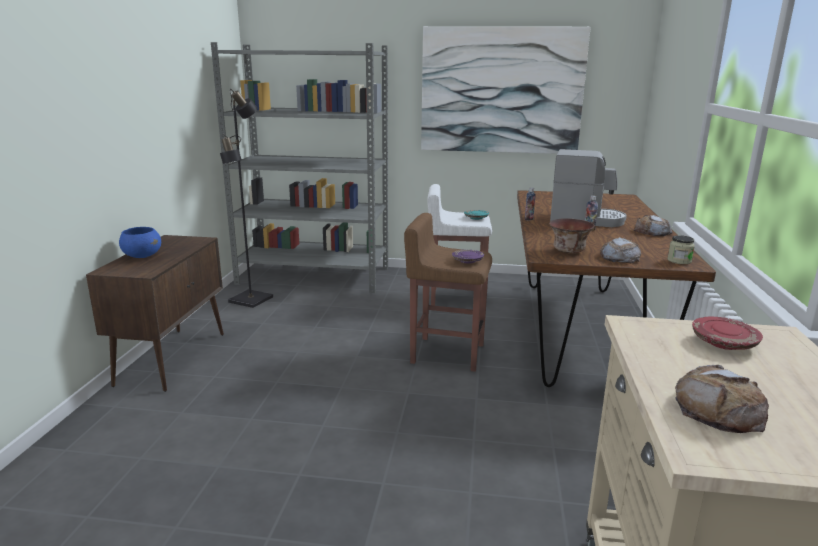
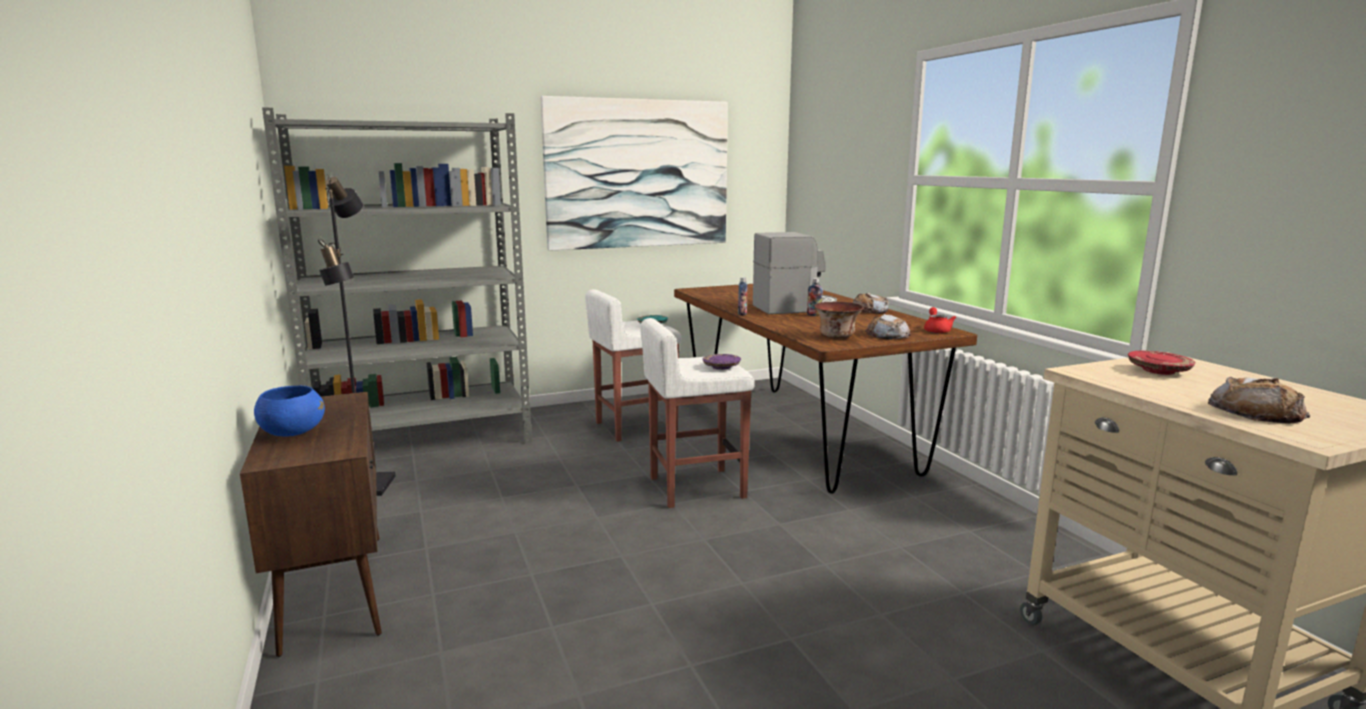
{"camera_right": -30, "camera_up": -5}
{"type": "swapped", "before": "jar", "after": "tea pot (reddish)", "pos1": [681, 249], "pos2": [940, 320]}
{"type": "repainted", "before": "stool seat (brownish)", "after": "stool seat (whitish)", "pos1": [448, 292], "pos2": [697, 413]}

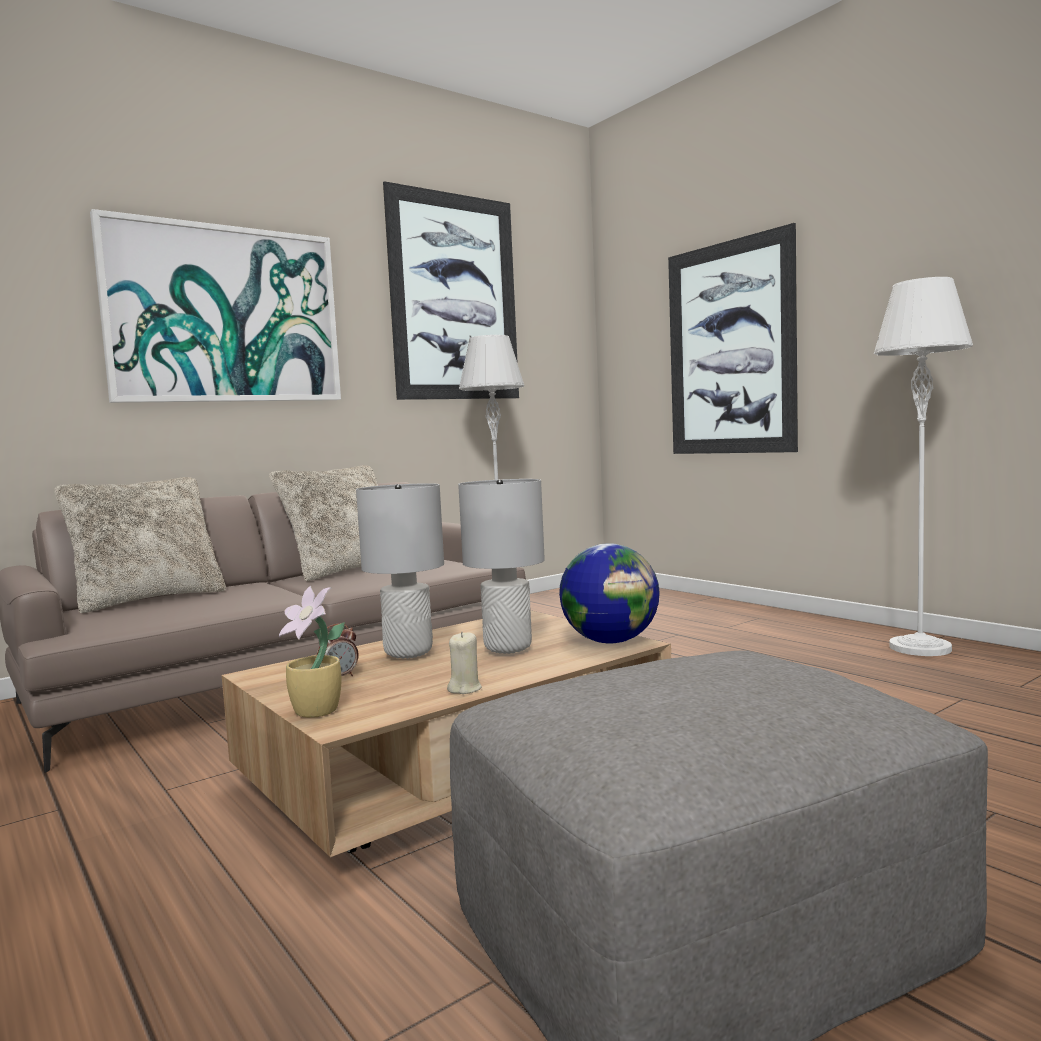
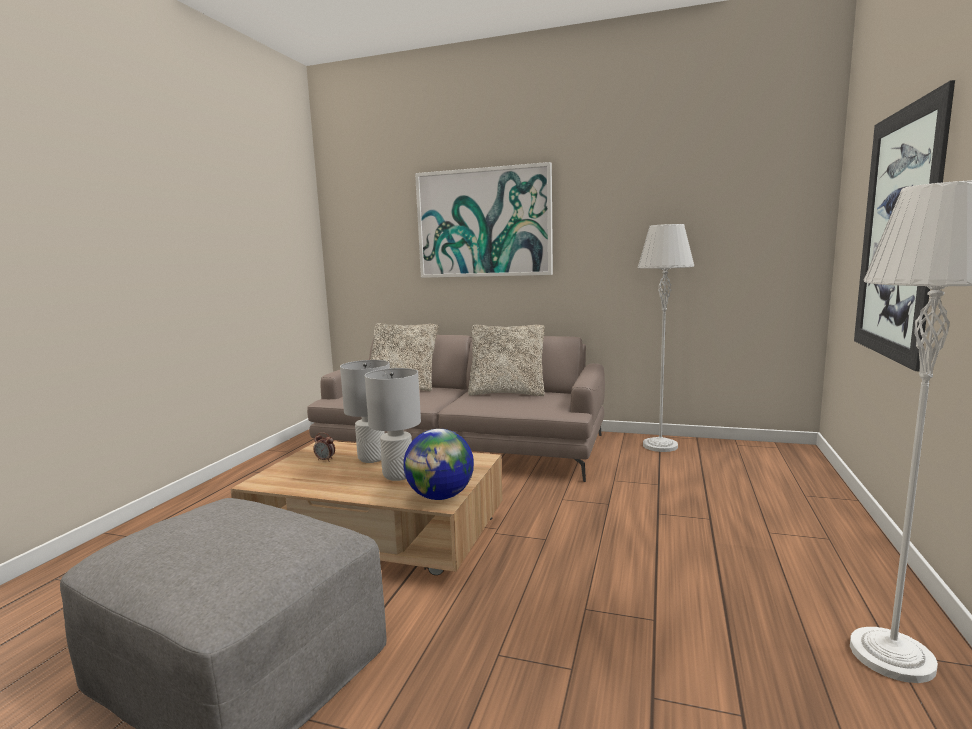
{"camera_right": 55, "camera_up": 5}
{"type": "gone", "before": "plant in a pot", "pos1": [312, 652]}
{"type": "gone", "before": "picture", "pos1": [451, 290]}
{"type": "gone", "before": "candle (beige)", "pos1": [464, 663]}

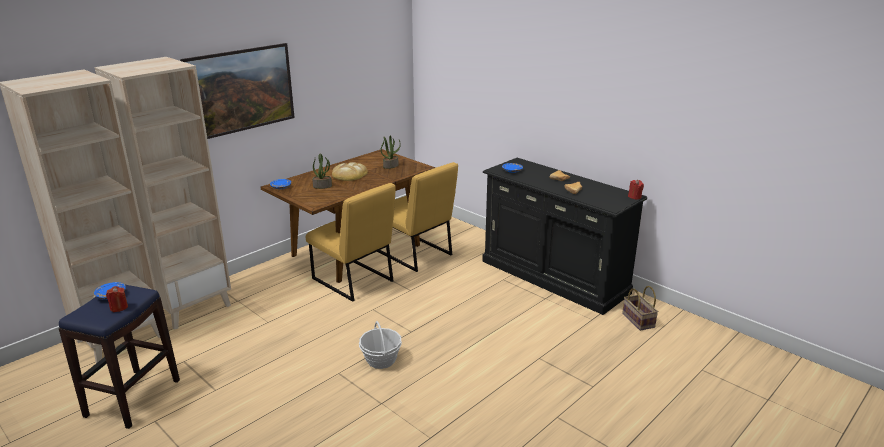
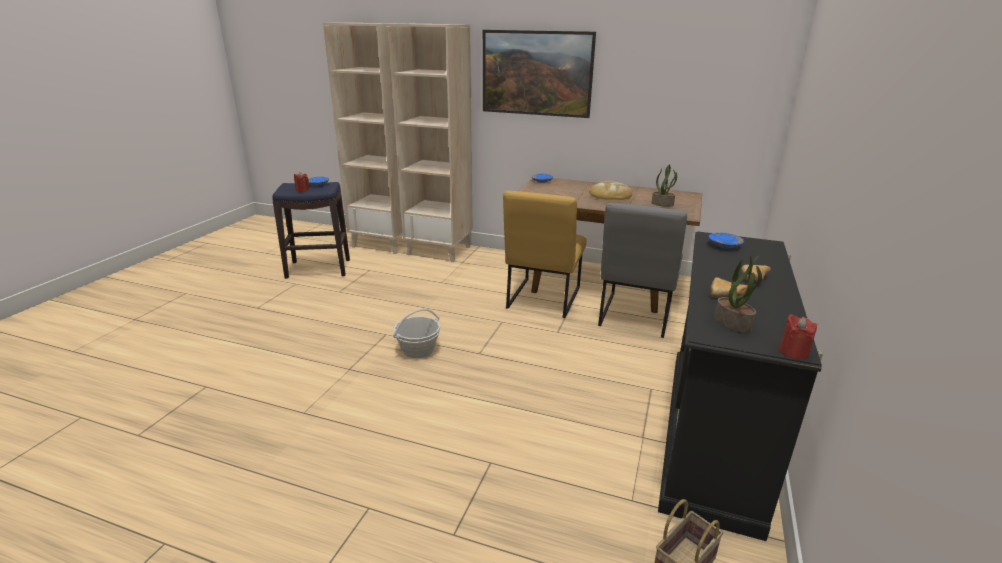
{"camera_right": 65, "camera_up": 0}
{"type": "shifted", "before": "plant in a pot", "pos1": [322, 171], "pos2": [738, 294]}
{"type": "repainted", "before": "plain chair (yellow-coloured)", "after": "plain chair (grey)", "pos1": [417, 217], "pos2": [642, 270]}

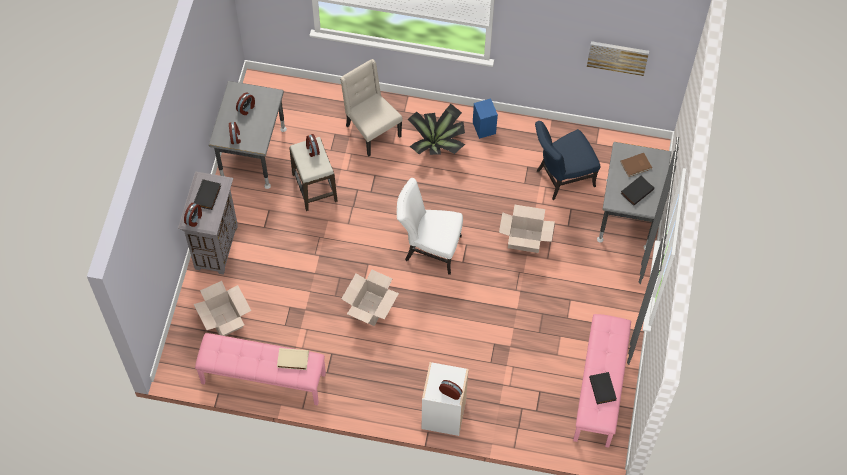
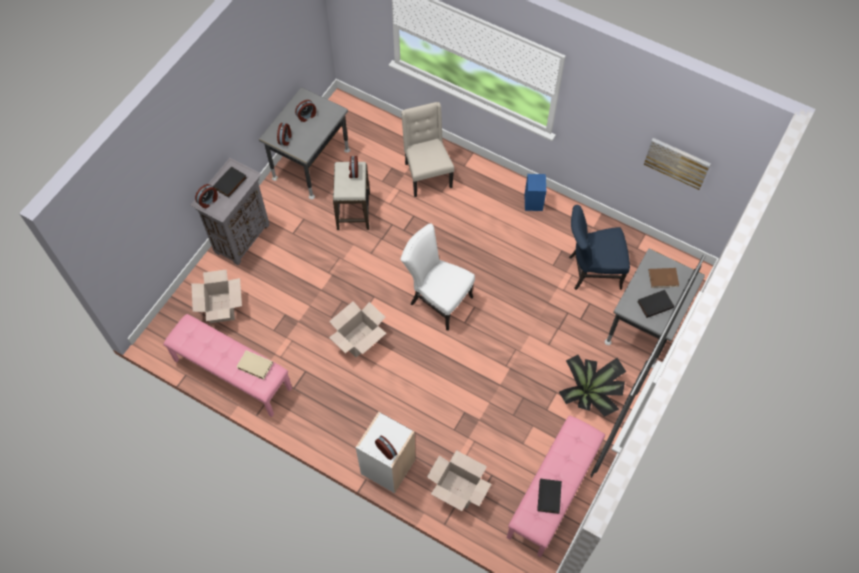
{"camera_right": 20, "camera_up": 0}
{"type": "shifted", "before": "plant in a pot", "pos1": [436, 129], "pos2": [592, 386]}
{"type": "shifted", "before": "packing box", "pos1": [527, 229], "pos2": [459, 480]}

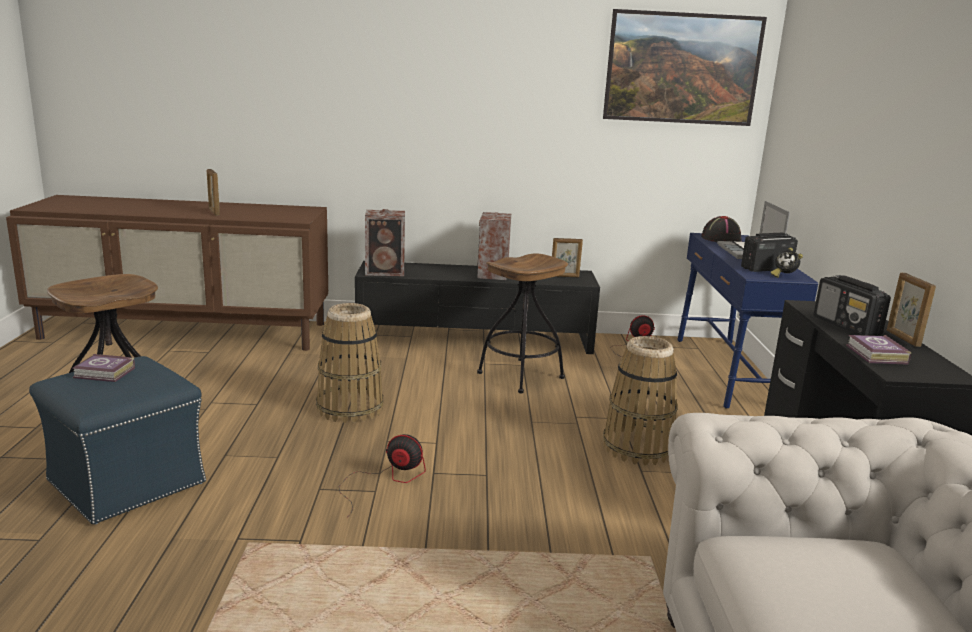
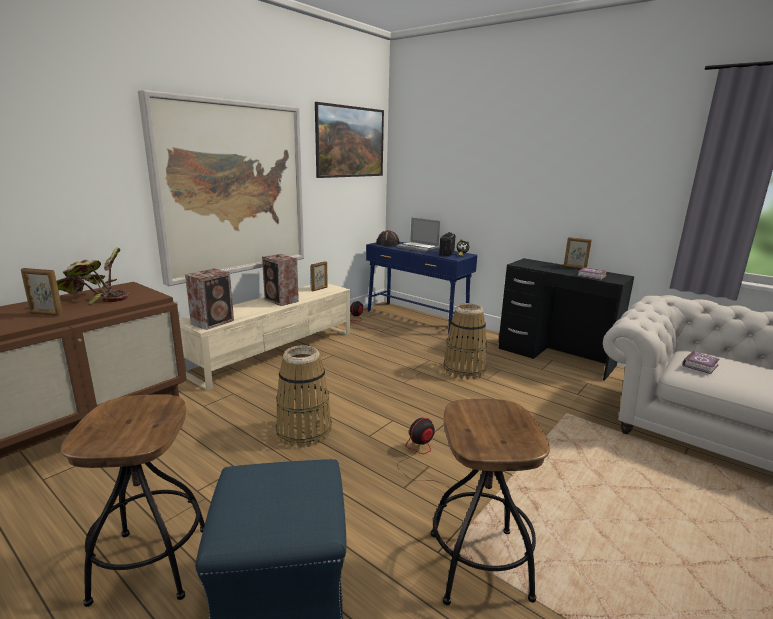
{"camera_right": -50, "camera_up": 0}
{"type": "gone", "before": "radio receiver", "pos1": [852, 305]}
{"type": "new", "after": "plant in a pot", "pos2": [93, 275]}
{"type": "new", "after": "picture", "pos2": [221, 188]}
{"type": "shifted", "before": "book", "pos1": [104, 368], "pos2": [701, 362]}
{"type": "shifted", "before": "stool seat (brownish)", "pos1": [522, 323], "pos2": [490, 502]}
{"type": "repainted", "before": "tv unit (black-coloured)", "after": "tv unit (beige)", "pos1": [477, 307], "pos2": [264, 337]}

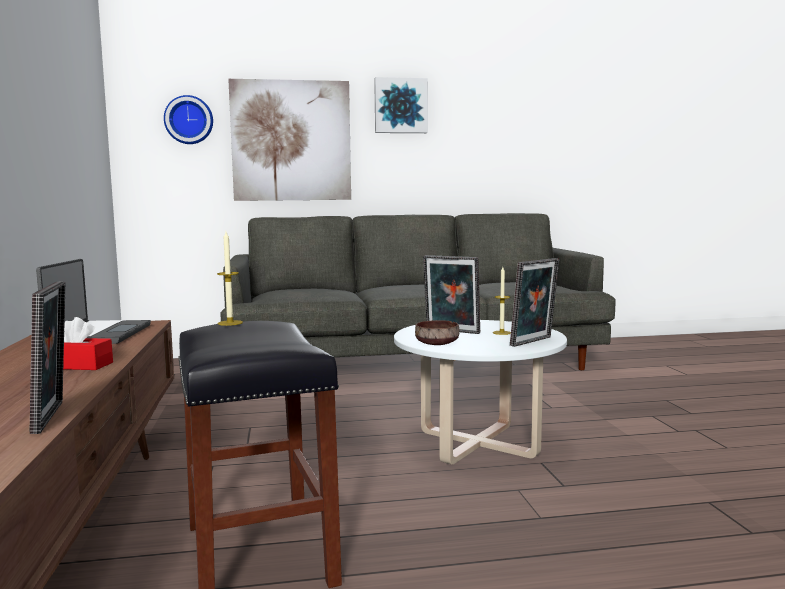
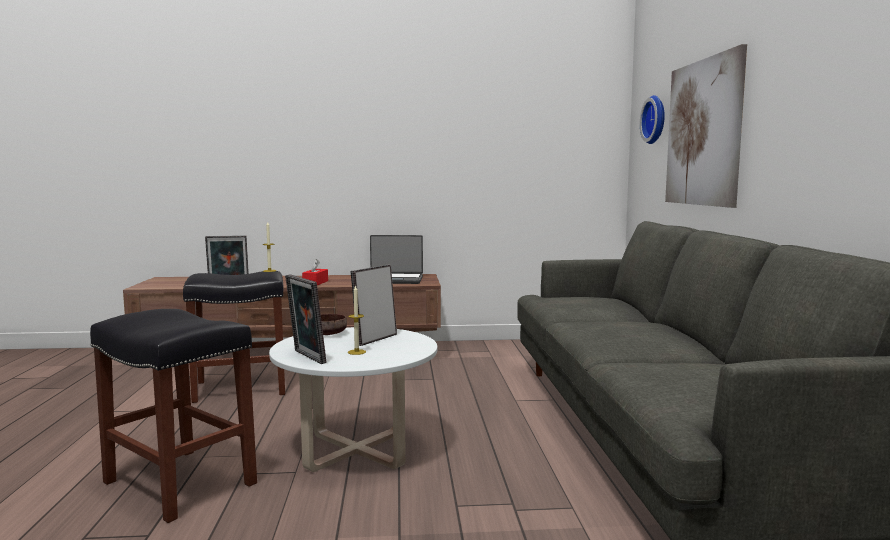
{"camera_right": 95, "camera_up": 0}
{"type": "gone", "before": "picture", "pos1": [401, 105]}
{"type": "new", "after": "stool seat (black-coloured)", "pos2": [173, 416]}

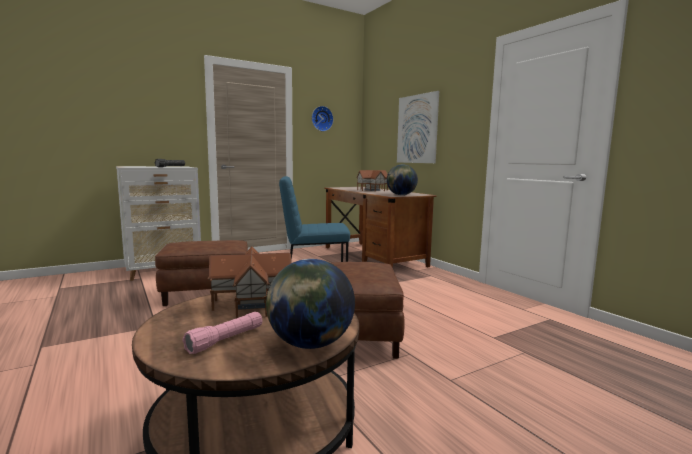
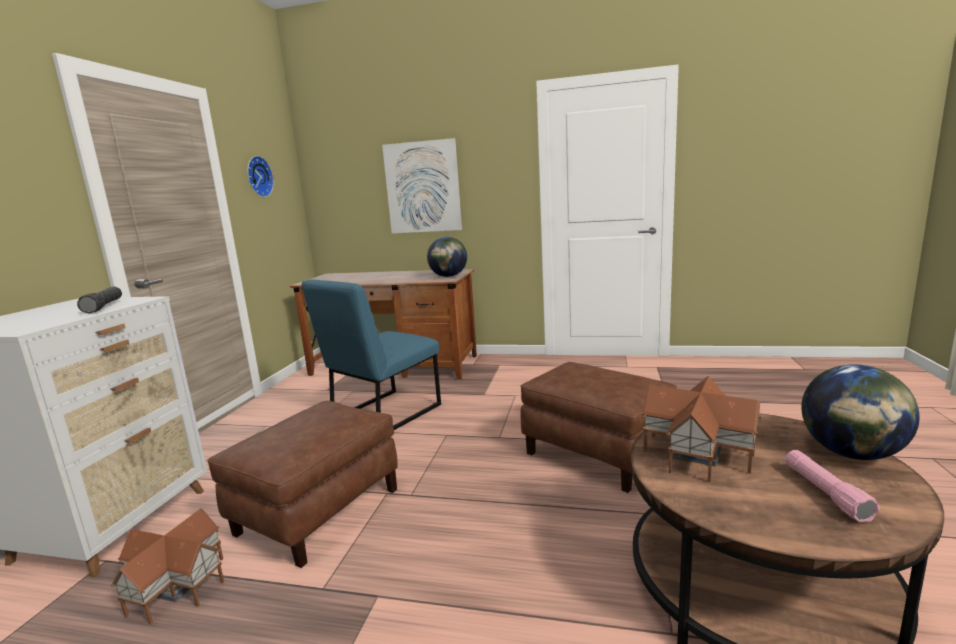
{"camera_right": -45, "camera_up": 5}
{"type": "shifted", "before": "model house", "pos1": [372, 181], "pos2": [167, 567]}

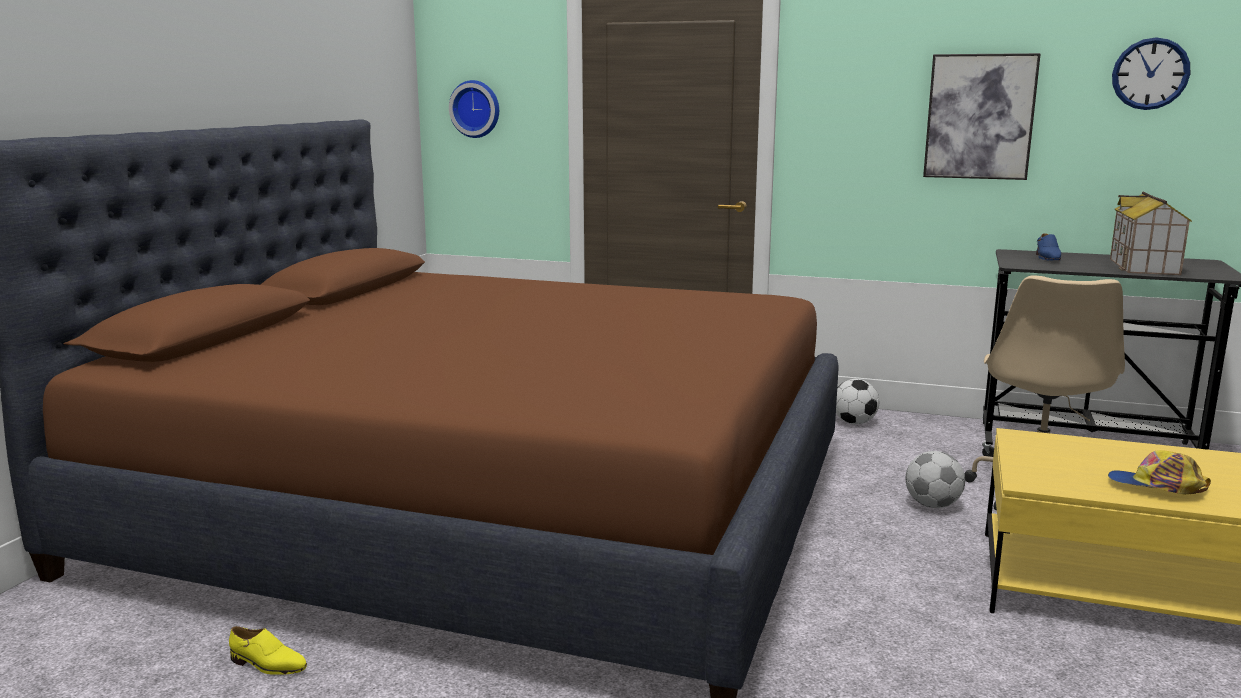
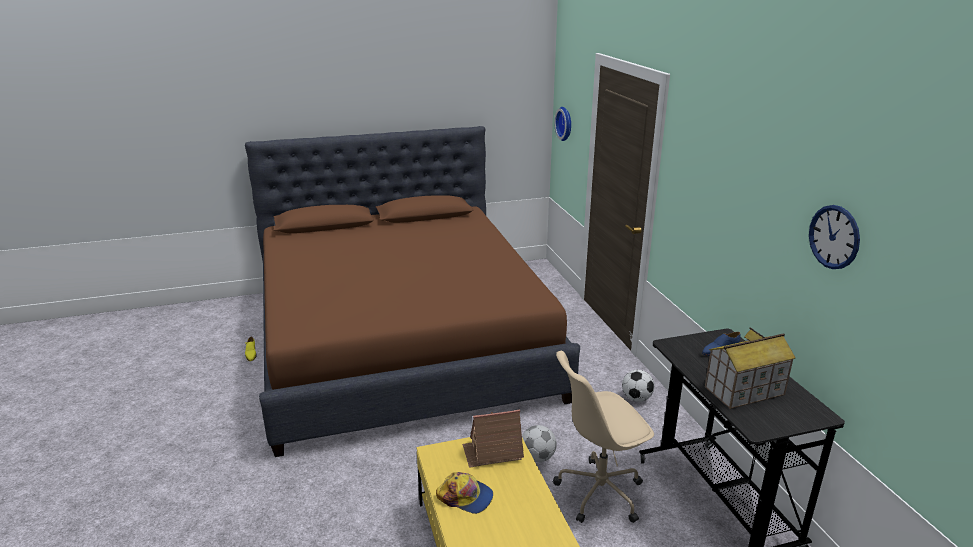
{"camera_right": 55, "camera_up": 10}
{"type": "gone", "before": "picture", "pos1": [982, 116]}
{"type": "new", "after": "model house", "pos2": [493, 439]}
{"type": "rotated", "before": "baseball cap", "pos1": [1159, 472], "pos2": [464, 493], "turn": 120}

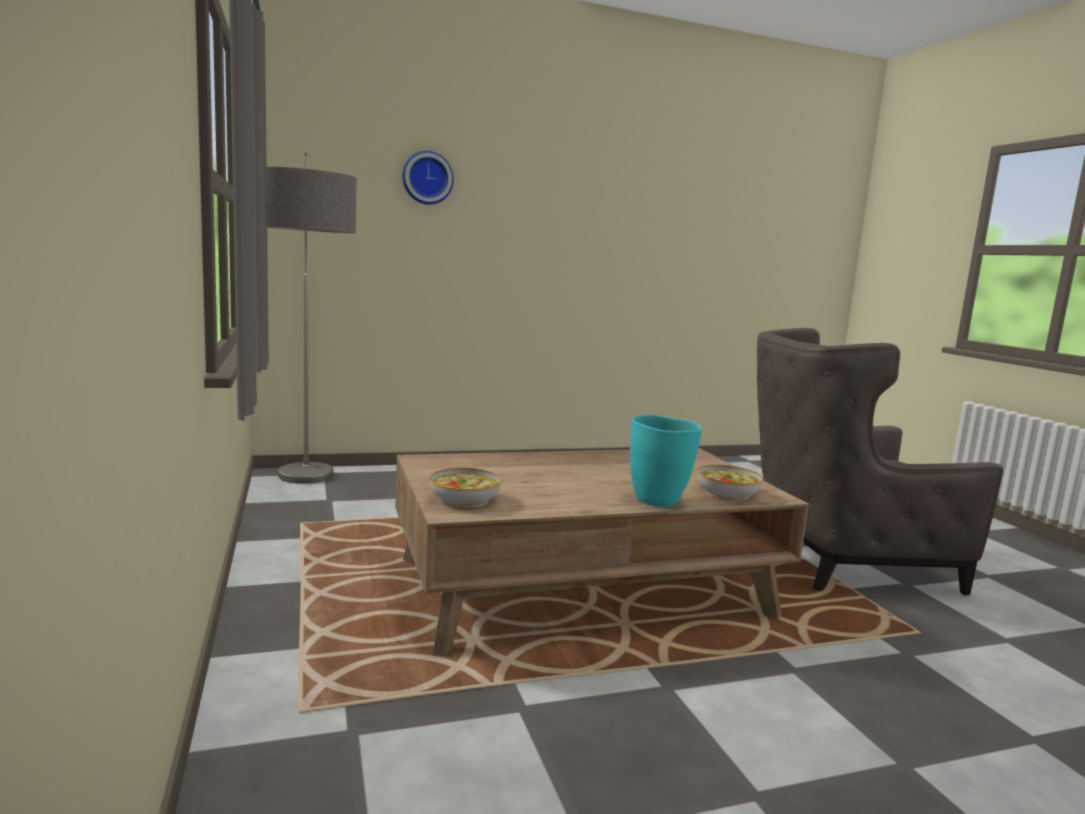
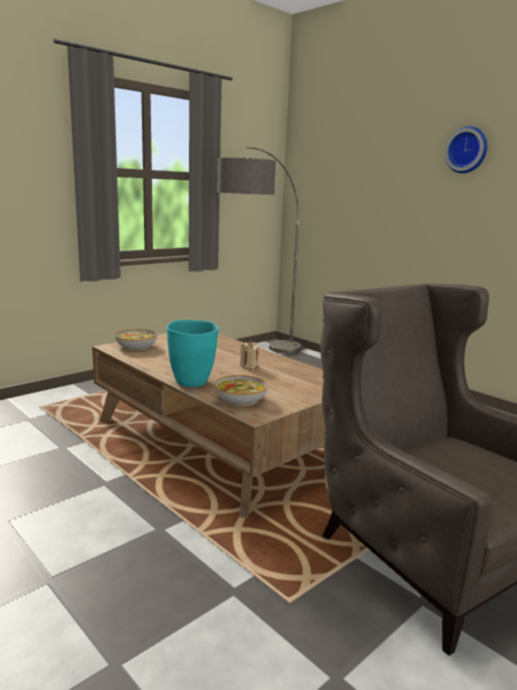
{"camera_right": 65, "camera_up": 5}
{"type": "new", "after": "candle (beige)", "pos2": [250, 355]}
{"type": "shifted", "before": "wall clock", "pos1": [428, 178], "pos2": [466, 149]}

